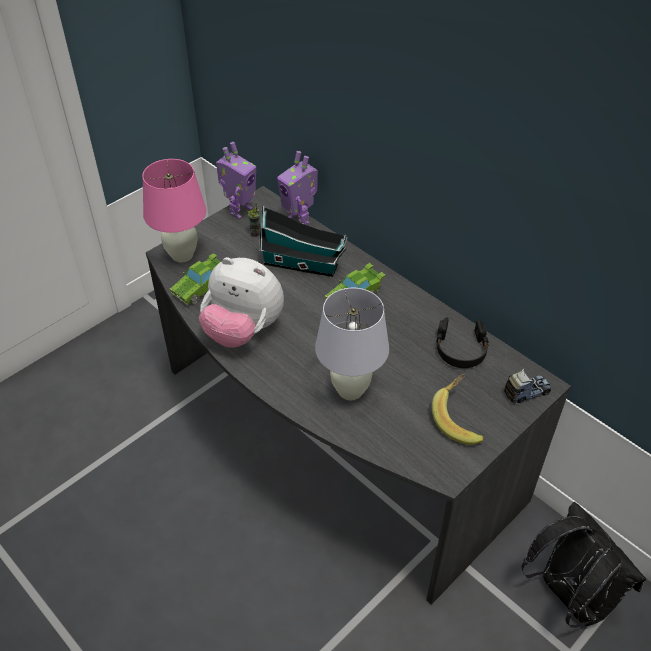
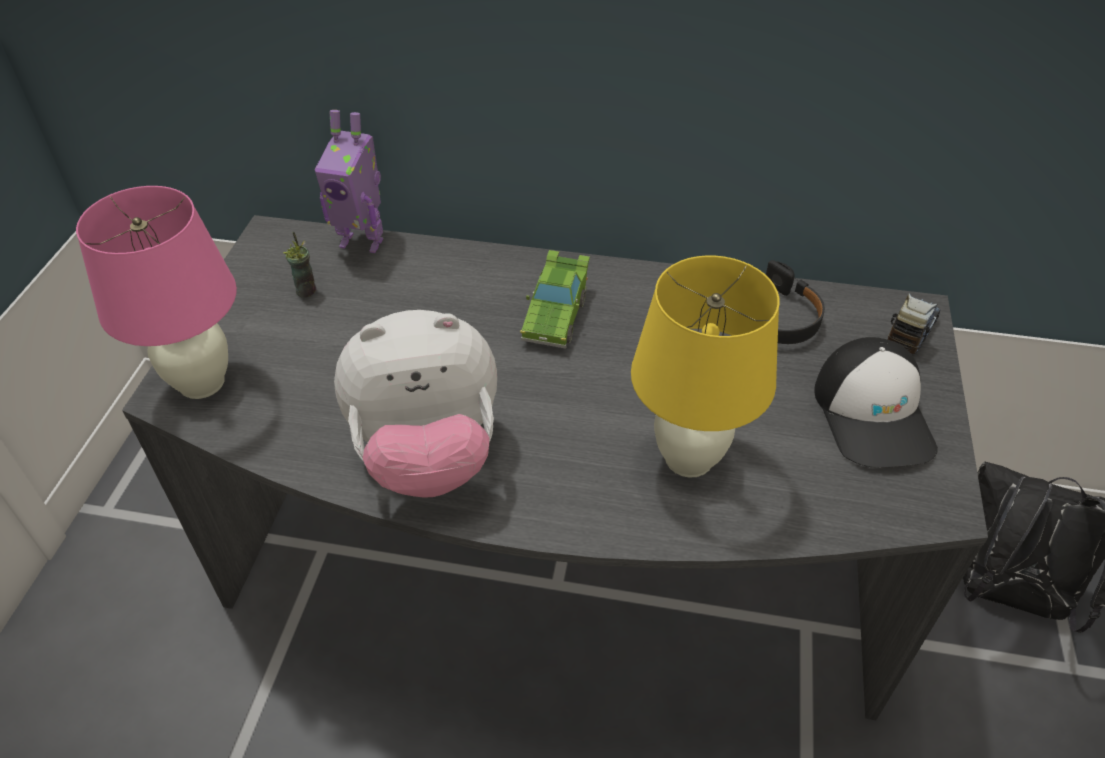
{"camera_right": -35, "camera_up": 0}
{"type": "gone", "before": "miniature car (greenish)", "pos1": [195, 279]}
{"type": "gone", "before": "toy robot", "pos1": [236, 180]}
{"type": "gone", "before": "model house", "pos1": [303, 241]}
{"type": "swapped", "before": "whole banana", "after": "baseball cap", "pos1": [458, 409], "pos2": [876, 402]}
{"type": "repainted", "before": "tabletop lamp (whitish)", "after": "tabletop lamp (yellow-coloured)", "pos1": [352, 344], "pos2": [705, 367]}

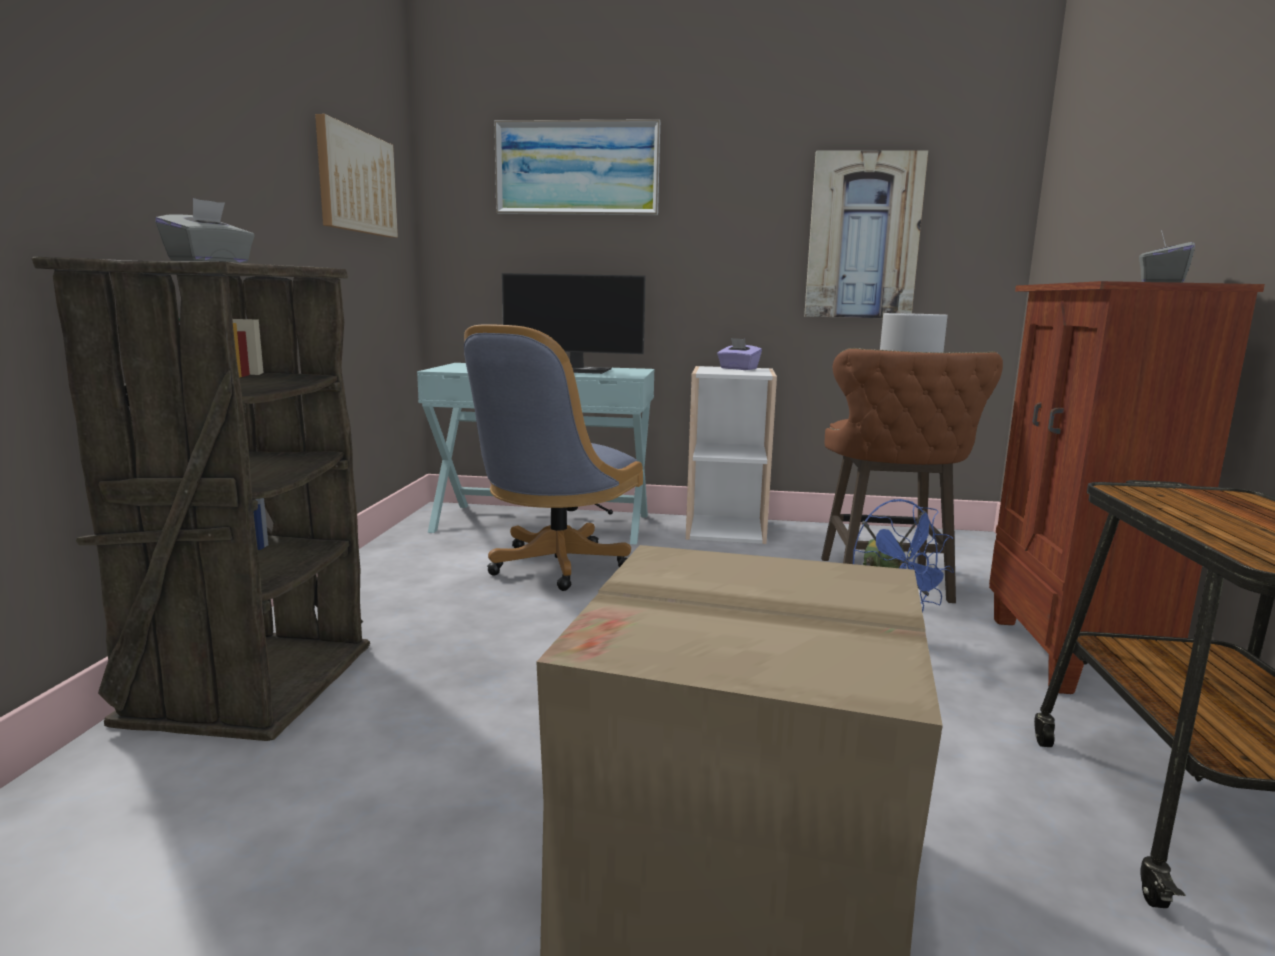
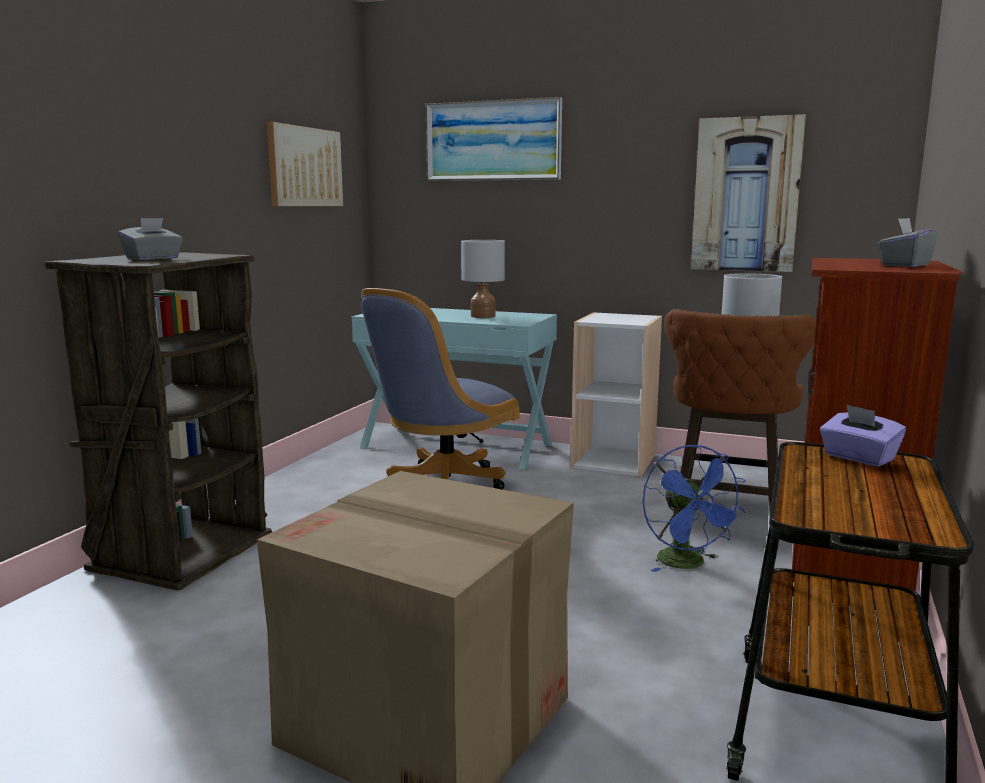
{"camera_right": 15, "camera_up": 0}
{"type": "shifted", "before": "tissue holder (purple)", "pos1": [739, 354], "pos2": [863, 435]}
{"type": "swapped", "before": "computer display", "after": "tabletop lamp (grey)", "pos1": [573, 323], "pos2": [483, 279]}

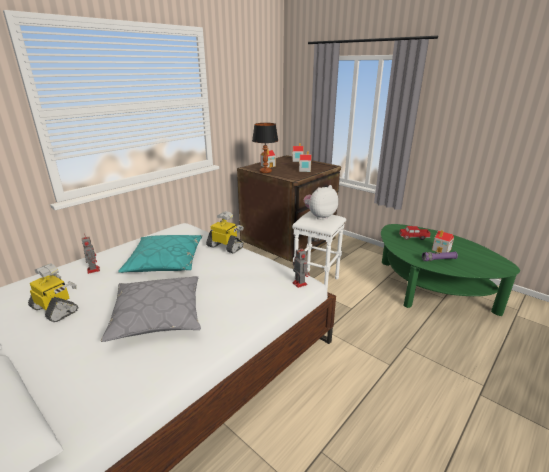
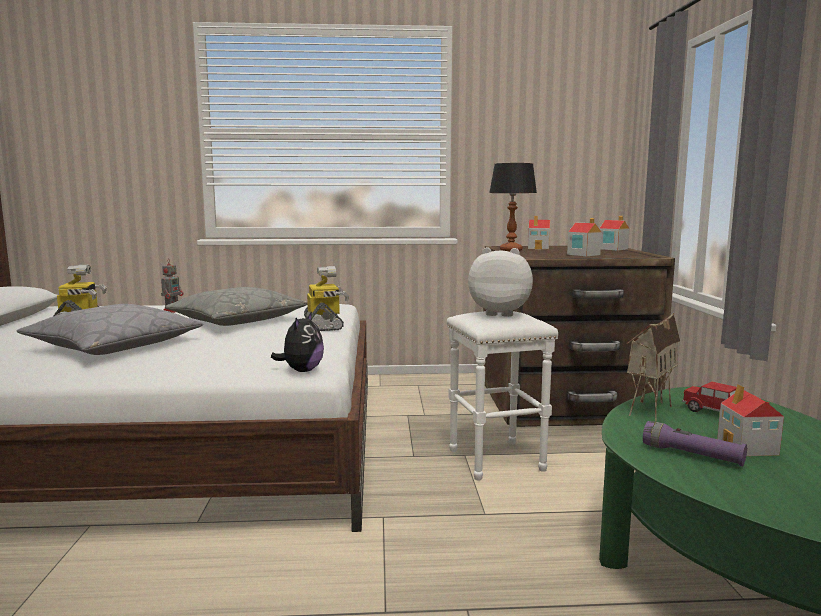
{"camera_right": 45, "camera_up": -15}
{"type": "new", "after": "model house", "pos2": [653, 367]}
{"type": "swapped", "before": "toy robot", "after": "plush toy", "pos1": [301, 267], "pos2": [297, 341]}
{"type": "repainted", "before": "pillow (turquoise-coloured)", "after": "pillow (grey)", "pos1": [160, 254], "pos2": [236, 306]}

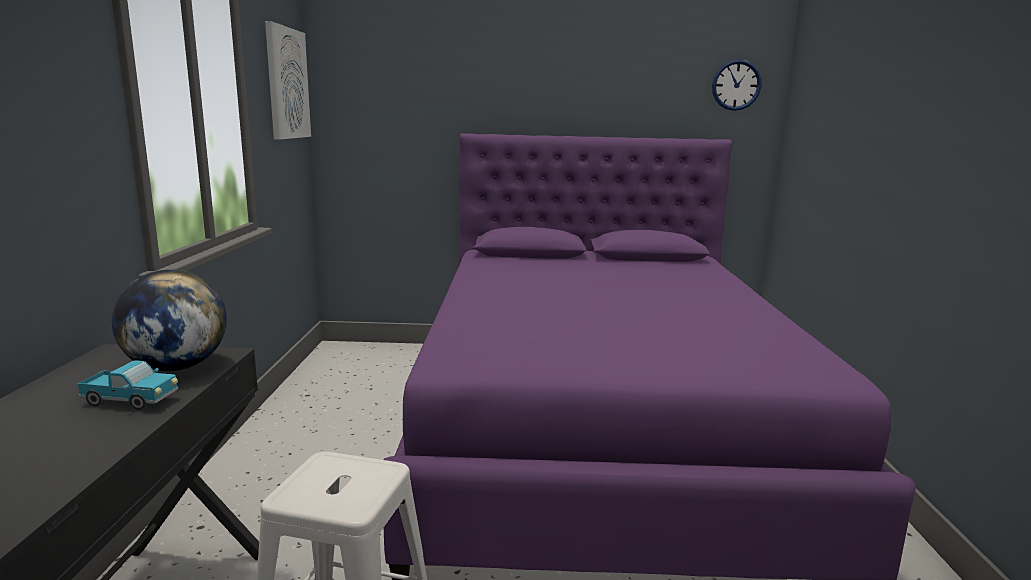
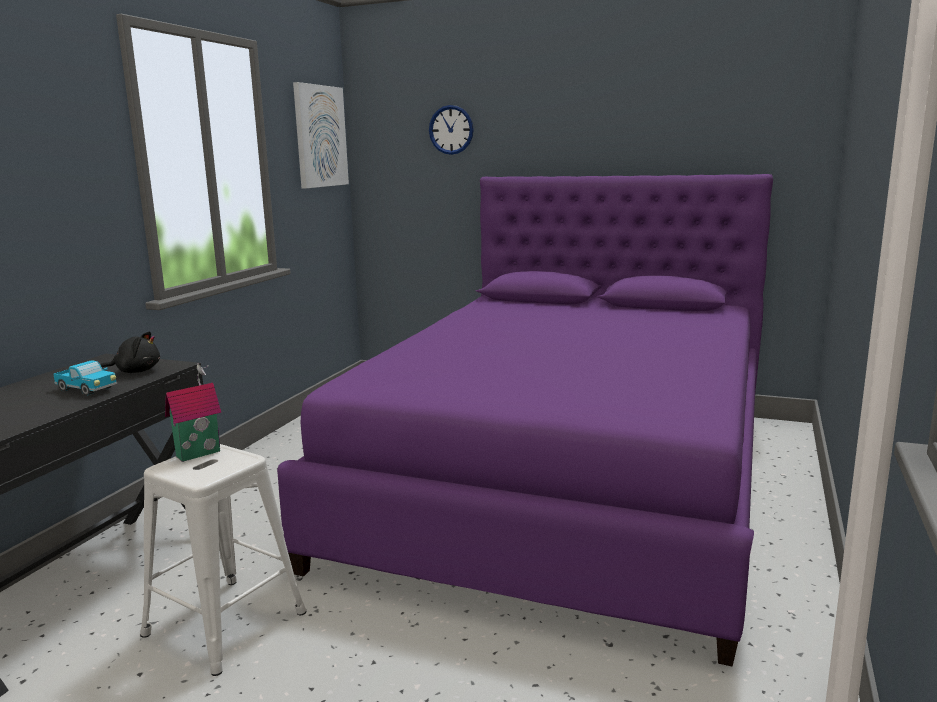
{"camera_right": 20, "camera_up": 0}
{"type": "new", "after": "model house", "pos2": [193, 413]}
{"type": "shifted", "before": "wall clock", "pos1": [737, 85], "pos2": [451, 130]}
{"type": "swapped", "before": "desk globe", "after": "plush toy (black-coloured)", "pos1": [169, 320], "pos2": [130, 352]}

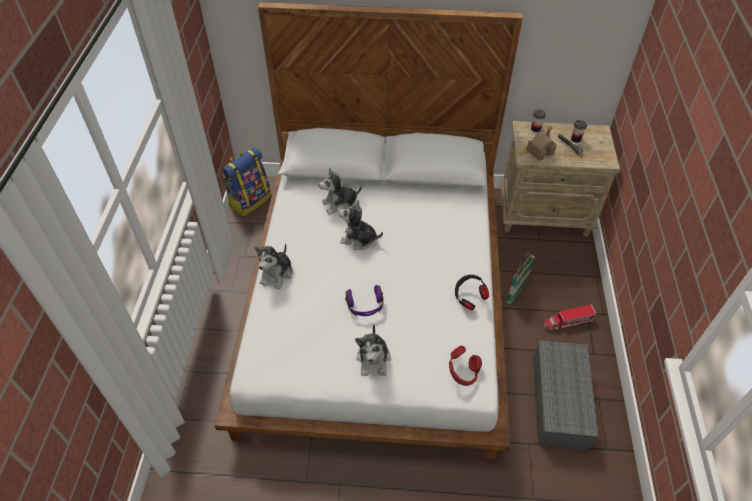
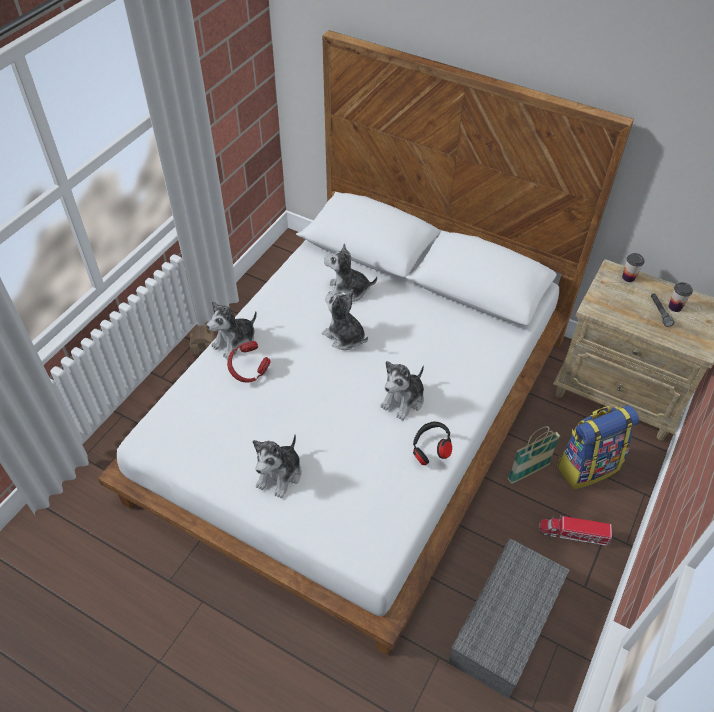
{"camera_right": 25, "camera_up": 0}
{"type": "gone", "before": "headphones (purple)", "pos1": [364, 300]}
{"type": "new", "after": "plush toy", "pos2": [402, 391]}
{"type": "shifted", "before": "backpack", "pos1": [246, 181], "pos2": [598, 447]}
{"type": "shifted", "before": "headphones (reddish)", "pos1": [465, 366], "pos2": [249, 361]}
{"type": "shifted", "before": "model house", "pos1": [541, 143], "pos2": [202, 338]}

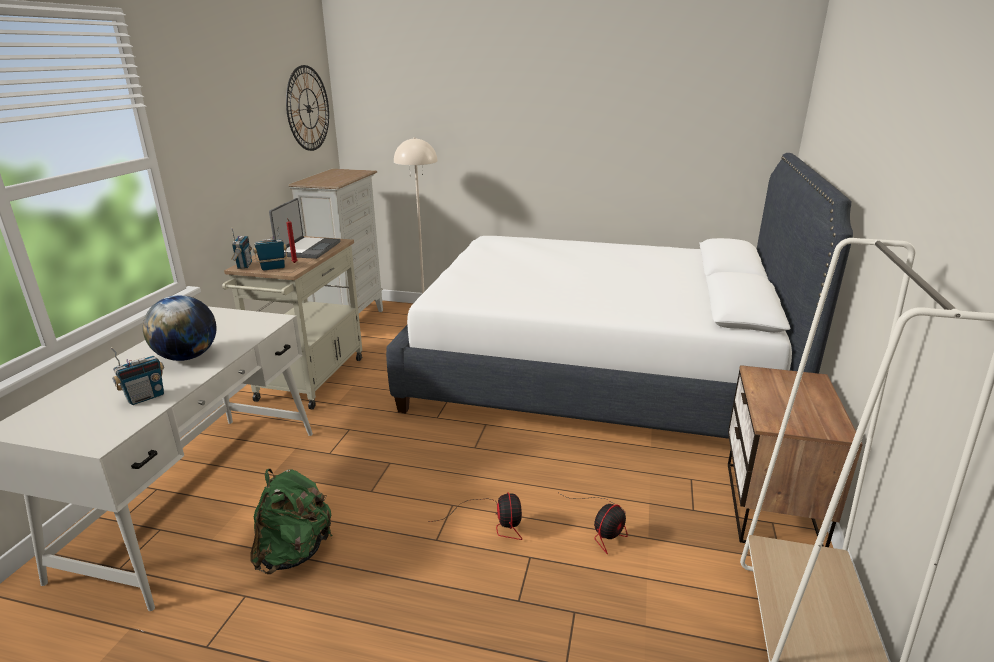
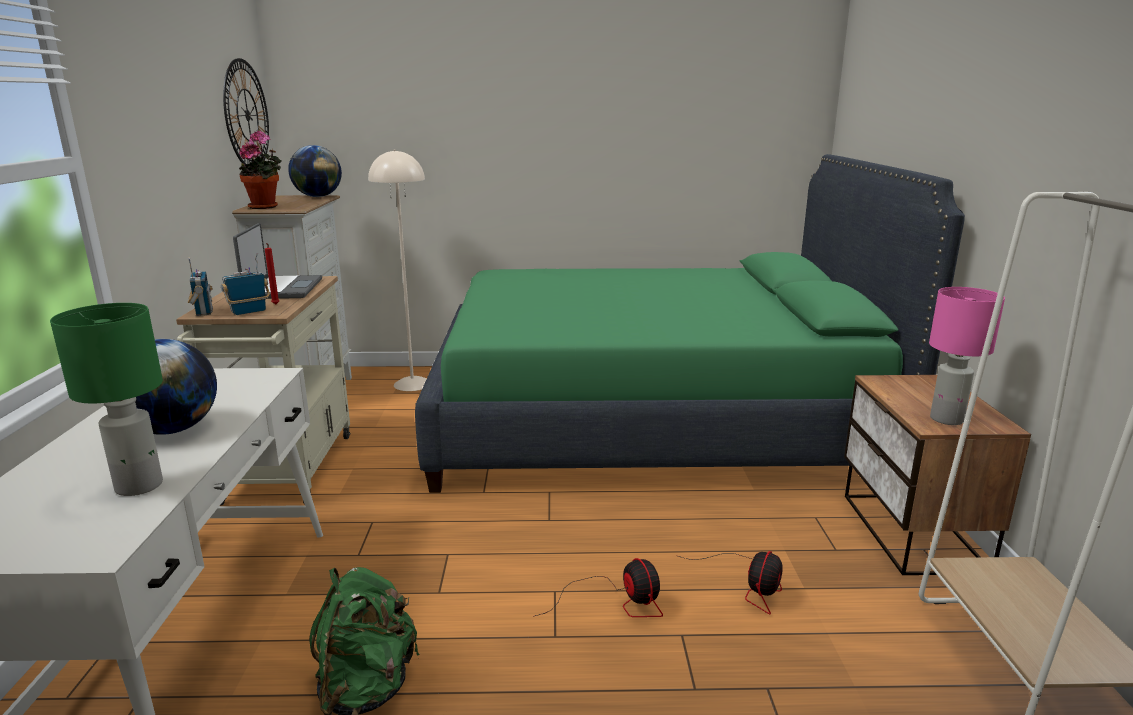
{"camera_right": -15, "camera_up": -5}
{"type": "new", "after": "plant in a pot", "pos2": [260, 170]}
{"type": "new", "after": "desk globe", "pos2": [315, 171]}
{"type": "new", "after": "tabletop lamp (pinkish)", "pos2": [967, 356]}
{"type": "swapped", "before": "radio receiver", "after": "tabletop lamp (greenish)", "pos1": [137, 376], "pos2": [106, 399]}
{"type": "repainted", "before": "sleeping bed (whitish)", "after": "sleeping bed (greenish)", "pos1": [619, 296], "pos2": [690, 323]}

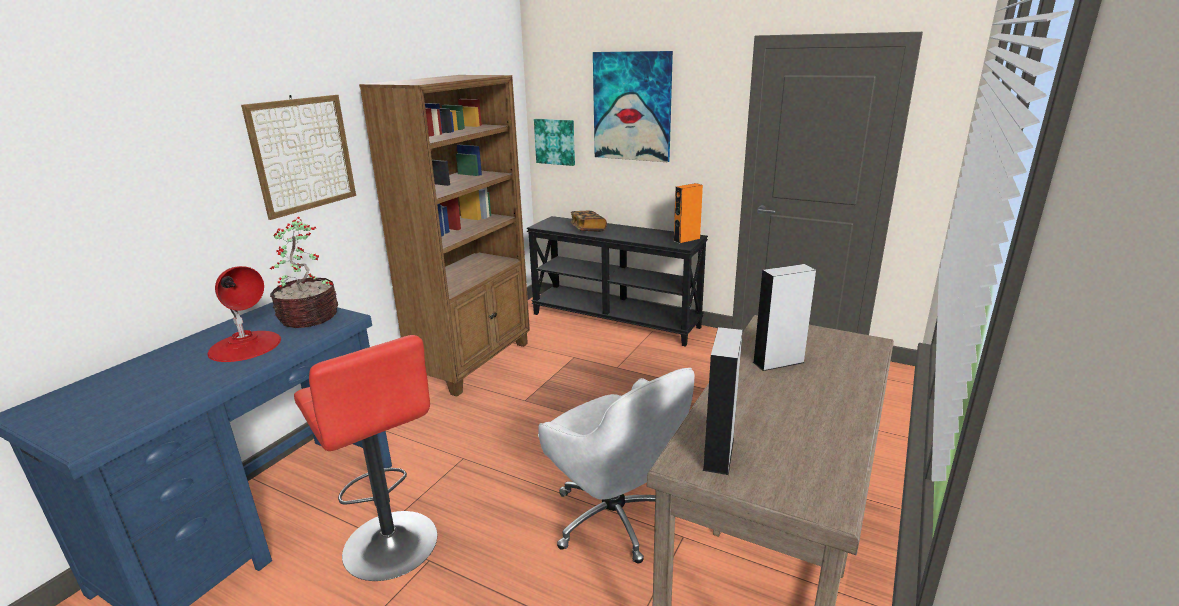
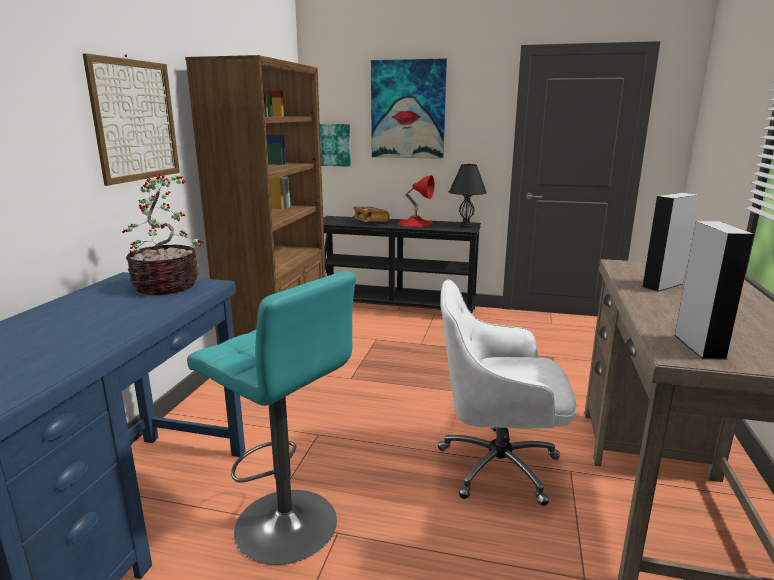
{"camera_right": -15, "camera_up": -5}
{"type": "shifted", "before": "tabletop lamp (reddish)", "pos1": [244, 314], "pos2": [416, 201]}
{"type": "swapped", "before": "speaker (orange)", "after": "tabletop lamp (black-coloured)", "pos1": [688, 213], "pos2": [468, 195]}
{"type": "repainted", "before": "stool seat (reddish)", "after": "stool seat (turquoise-coloured)", "pos1": [365, 458], "pos2": [271, 418]}
{"type": "rotated", "before": "office chair (whitish)", "pos1": [616, 465], "pos2": [507, 392], "turn": 150}

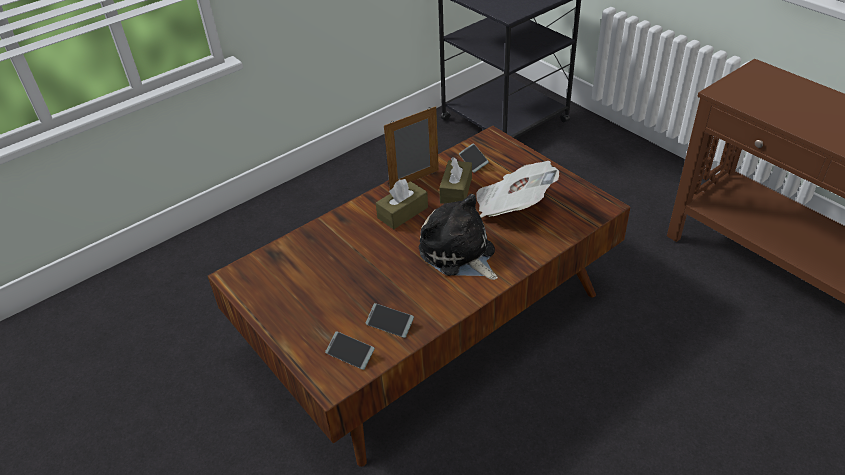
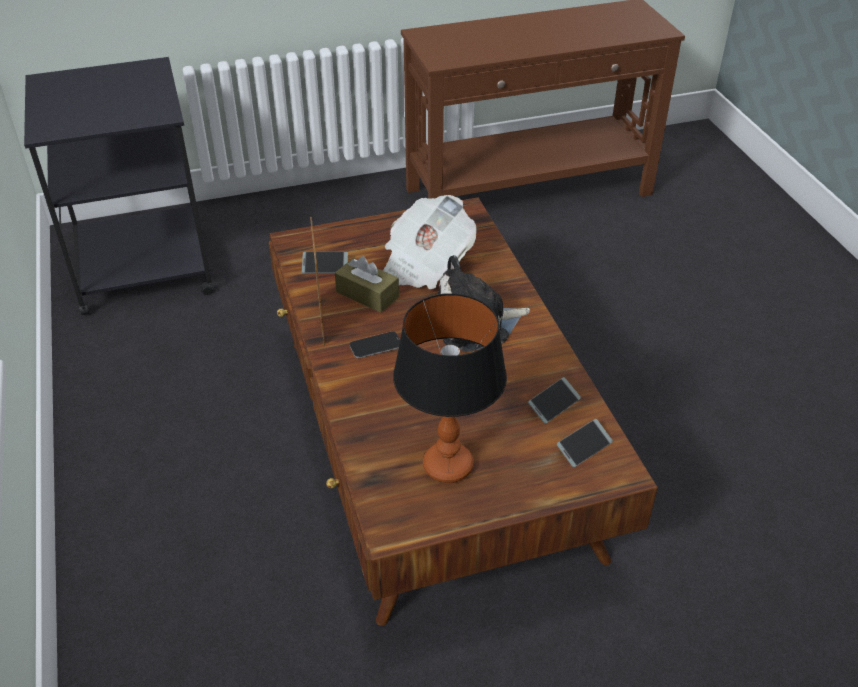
{"camera_right": -70, "camera_up": 0}
{"type": "new", "after": "tabletop lamp", "pos2": [450, 388]}
{"type": "swapped", "before": "tissue holder (brownish)", "after": "phone", "pos1": [402, 204], "pos2": [375, 345]}

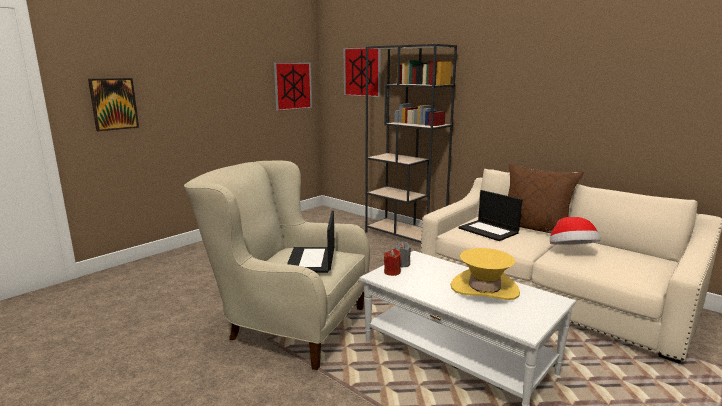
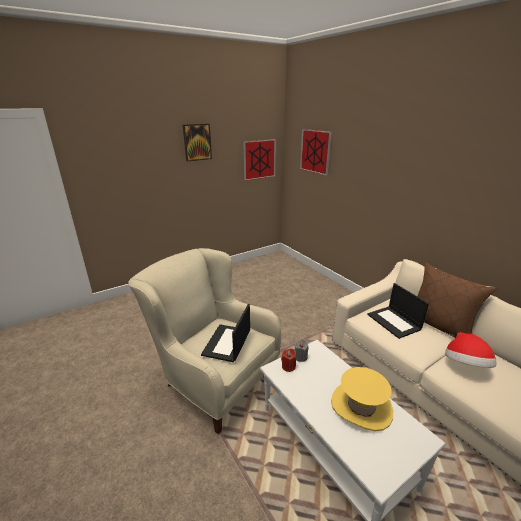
{"camera_right": 15, "camera_up": 10}
{"type": "gone", "before": "bookcase", "pos1": [411, 143]}
{"type": "shifted", "before": "picture", "pos1": [113, 104], "pos2": [197, 142]}

